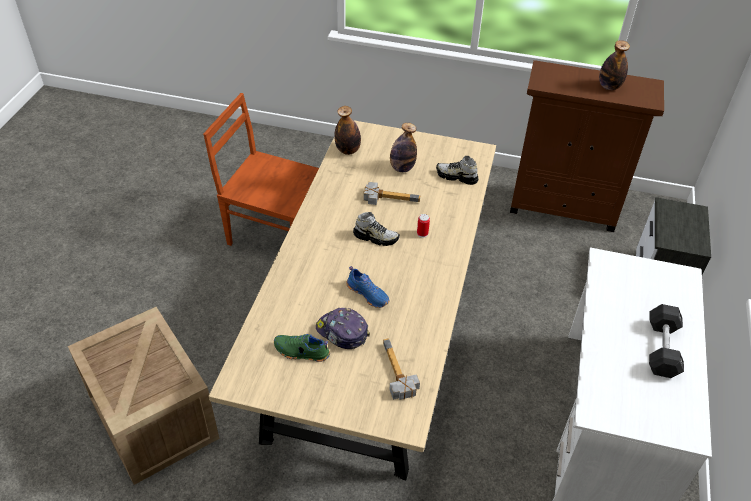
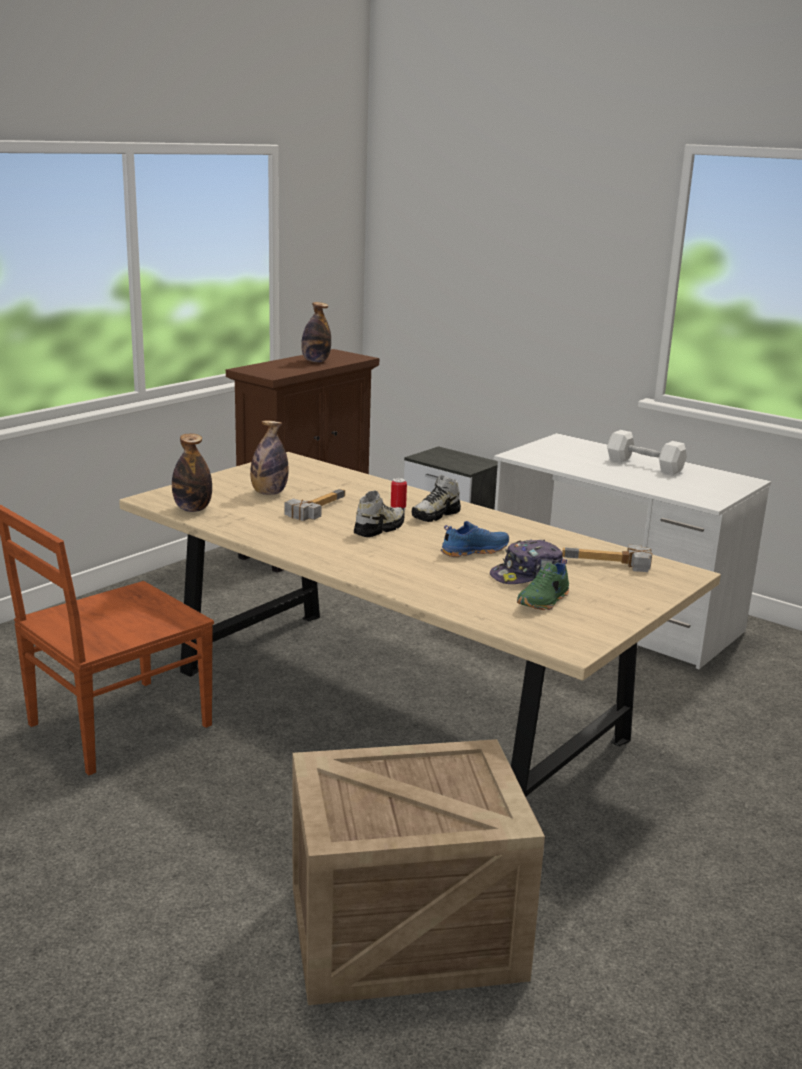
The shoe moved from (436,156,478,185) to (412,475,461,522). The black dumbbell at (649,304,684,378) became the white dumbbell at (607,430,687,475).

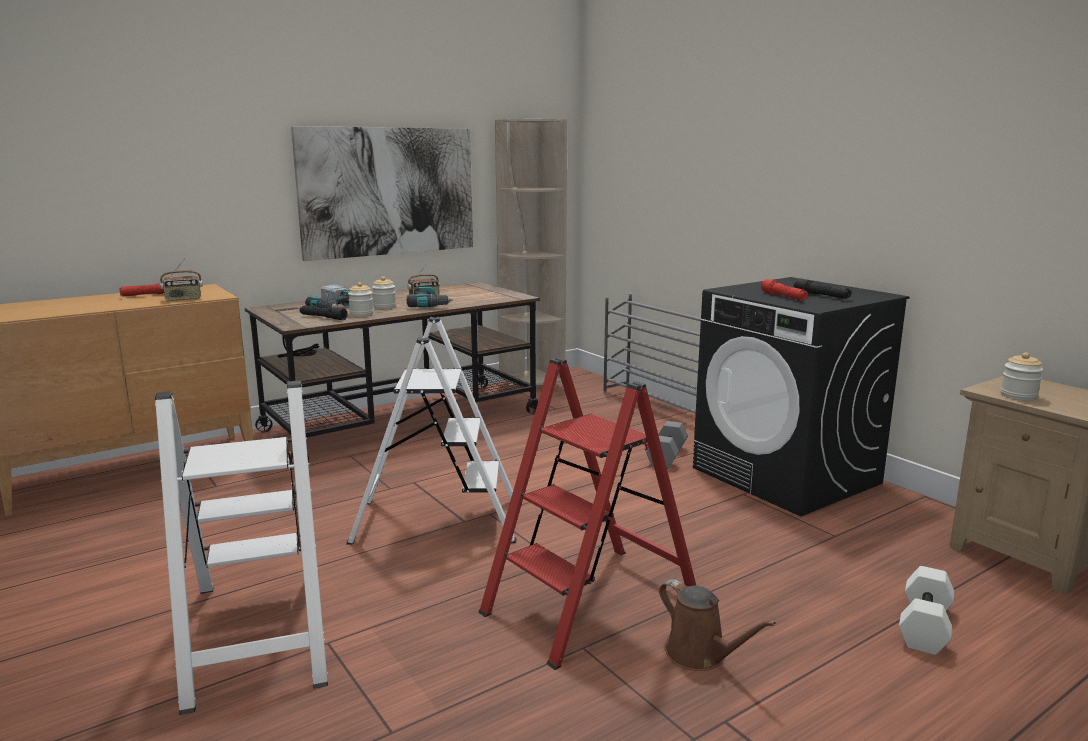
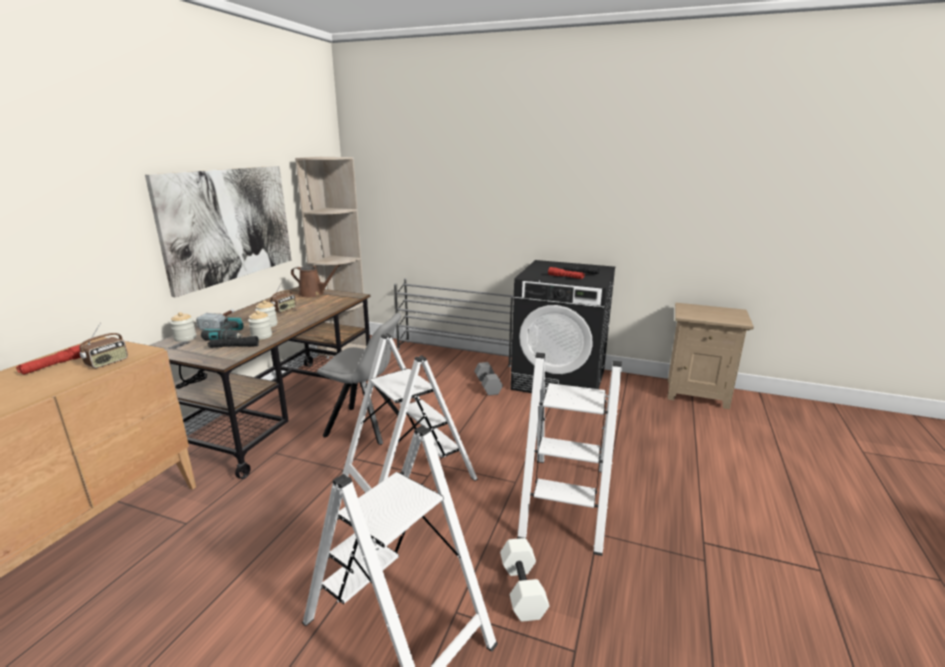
The power drill at (407,287,453,307) disappeared. The red step ladder at (478,357,696,670) became the white step ladder at (517,353,622,556). The brown watering can moved from (659,579,776,671) to (291,265,341,297). The white dumbbell moved from (899,566,954,655) to (500,538,549,622). The jar moved from (1001,352,1043,401) to (170,312,196,342). The grey chair at (317,313,401,445) appeared.

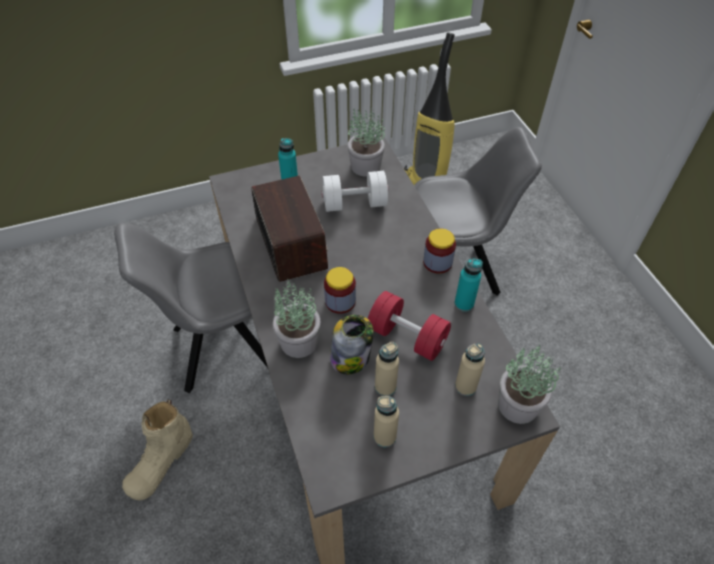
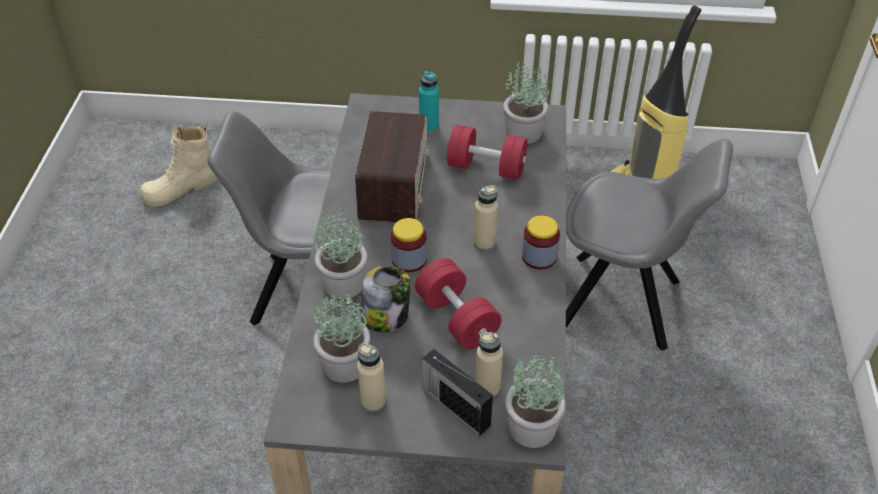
The beige boot moved from (122,399,193,501) to (140,126,218,207). The white dumbbell at (322,171,388,212) became the red dumbbell at (447,125,528,180). The beige bottle moved from (375,342,399,396) to (474,185,498,251). The turquoise bottle at (454,258,483,312) disappeared. The potted plant at (313,291,370,383) appeared. The radio at (422,349,493,436) appeared.

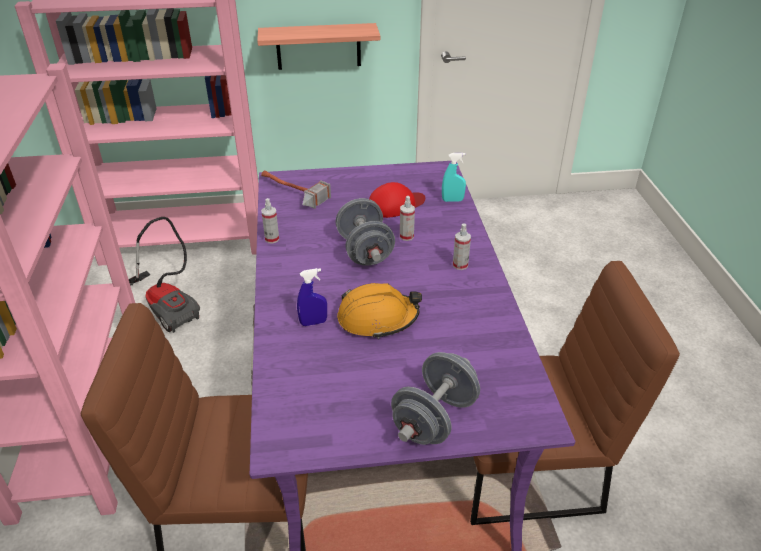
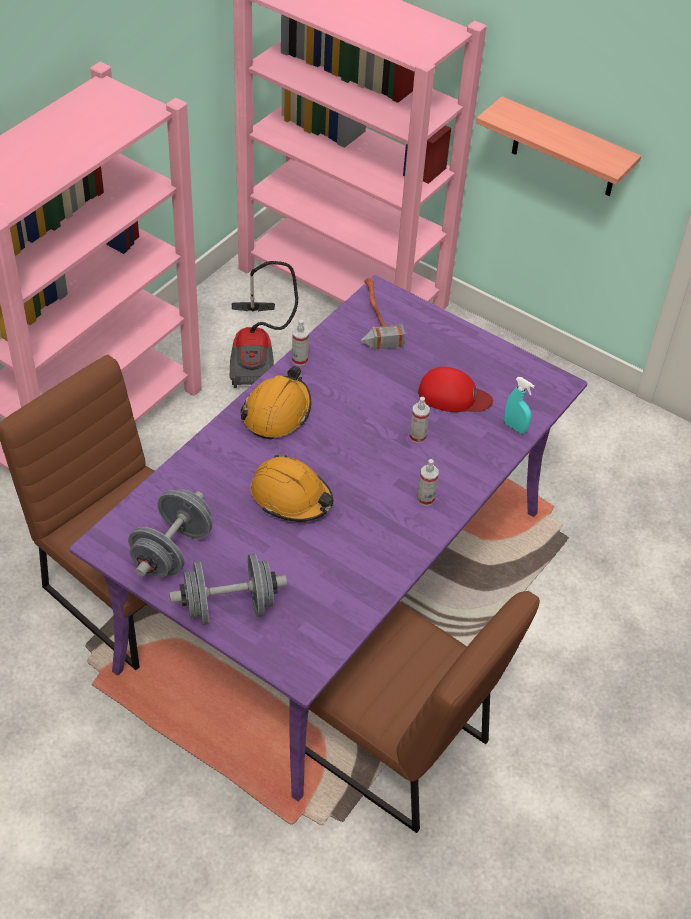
The blue spray bottle at (297,268,327,326) disappeared. The grey dumbbell moved from (335,198,395,266) to (128,489,212,577). The orange hard hat at (240,366,311,439) appeared.

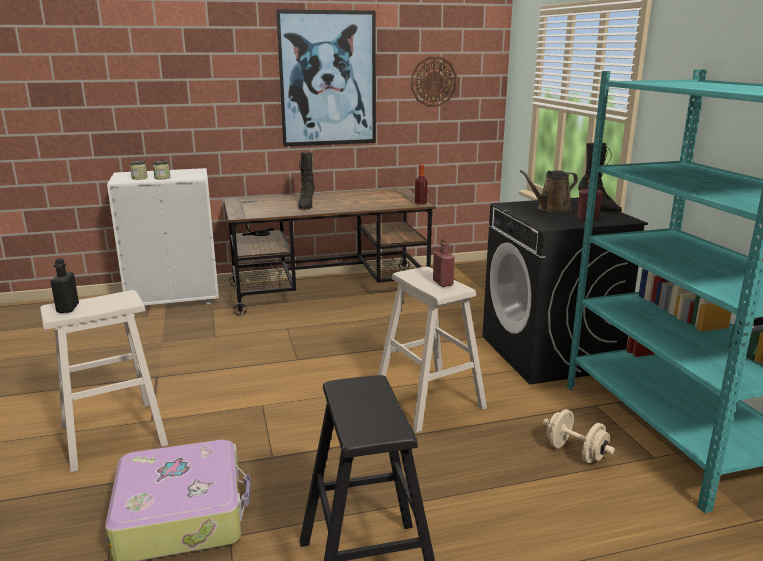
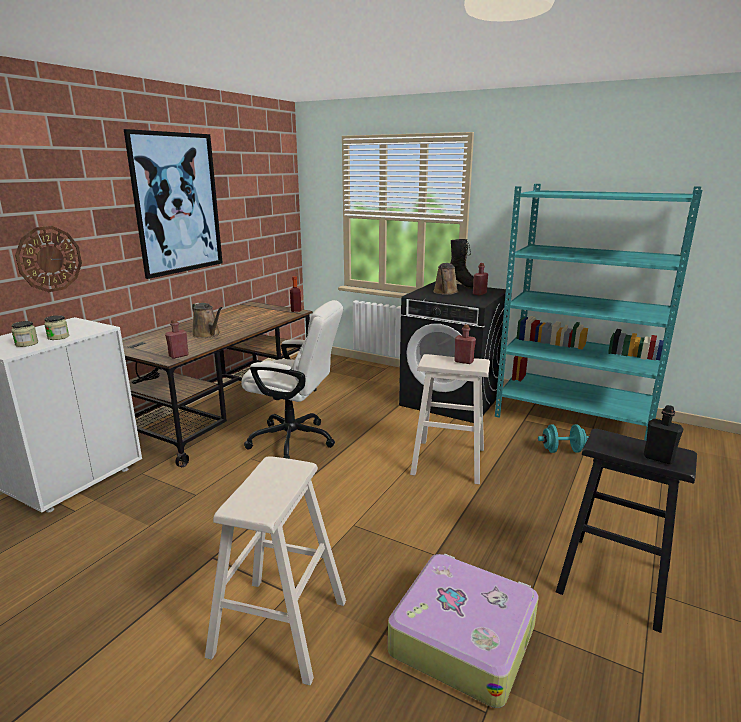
The black bottle moved from (51,258,79,313) to (644,405,684,464). The black boot at (298,152,315,210) was replaced by the brown watering can at (192,303,222,338). The wall clock moved from (411,57,457,107) to (15,226,82,292). The beige dumbbell at (543,409,615,463) became the turquoise dumbbell at (538,424,589,453). The red bottle at (165,319,189,359) appeared. The white office chair at (241,300,343,459) appeared.

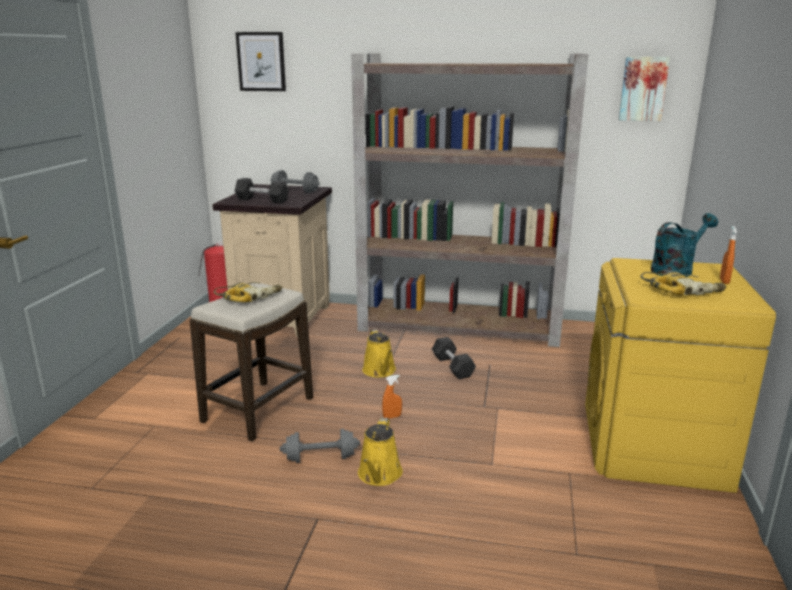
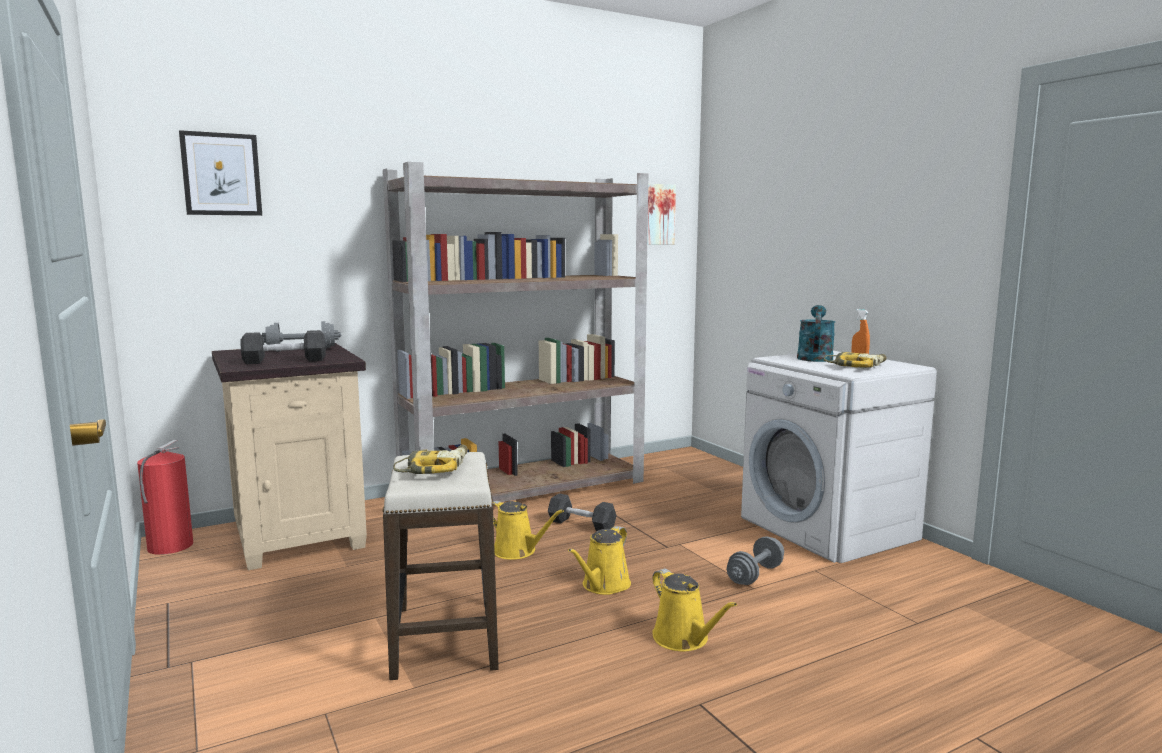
The grey dumbbell moved from (279,429,360,463) to (726,536,784,585). The orange spray bottle at (382,375,402,418) was replaced by the yellow watering can at (568,526,631,595). The yellow washing machine at (585,258,776,493) became the white washing machine at (741,351,937,563).

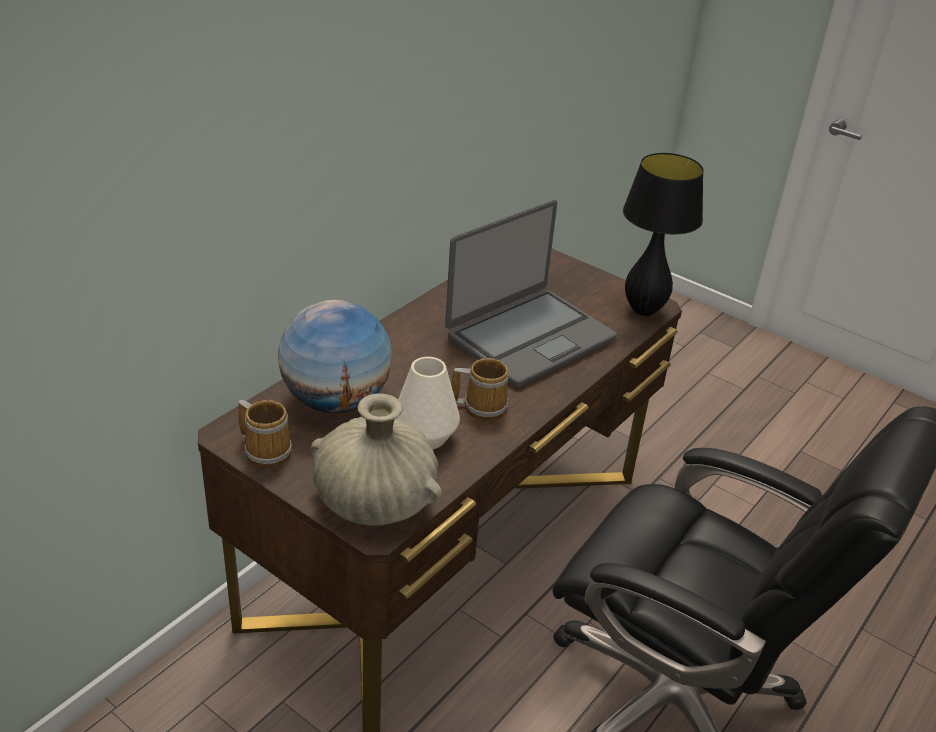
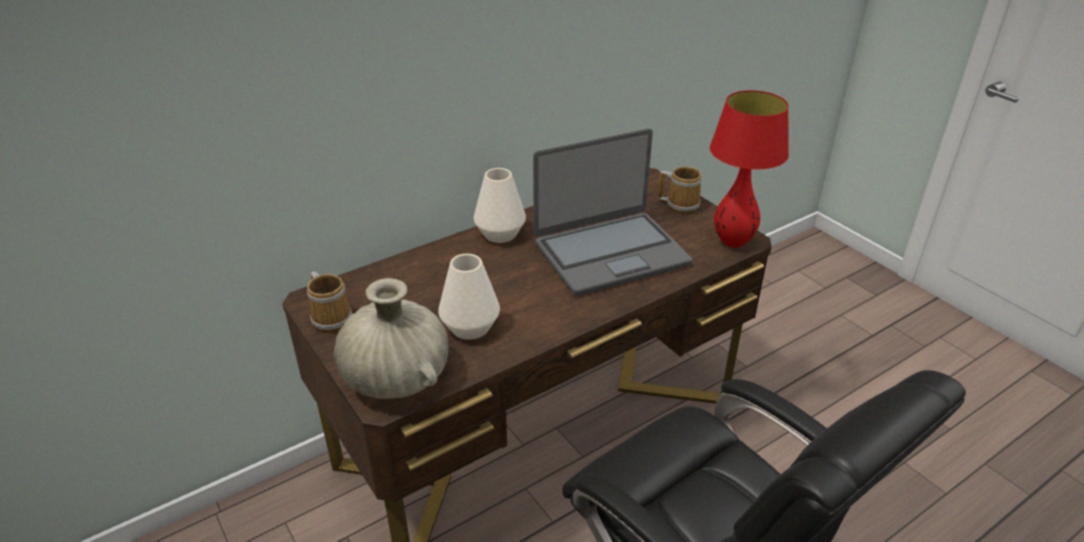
The globe at (278,300,392,413) disappeared. The mug moved from (451,358,509,421) to (657,166,702,214). The black table lamp at (623,153,704,316) became the red table lamp at (710,90,789,248). The white vase at (474,168,526,243) appeared.

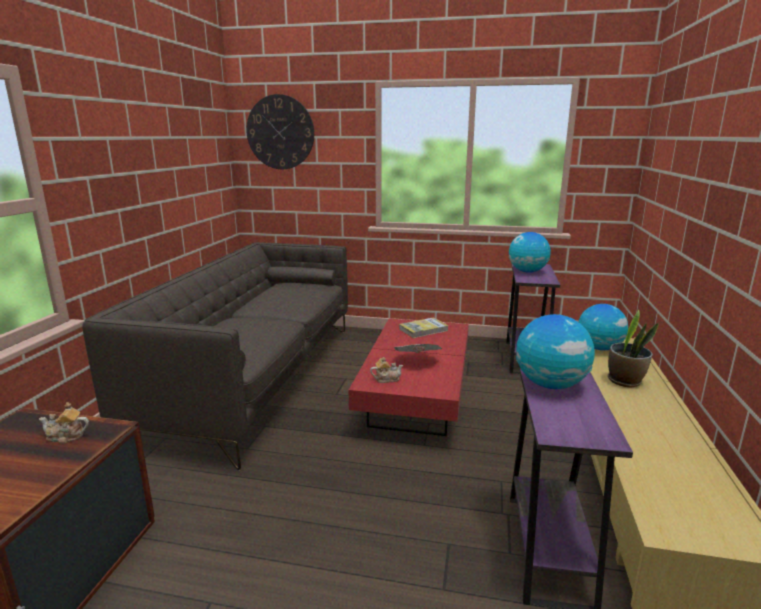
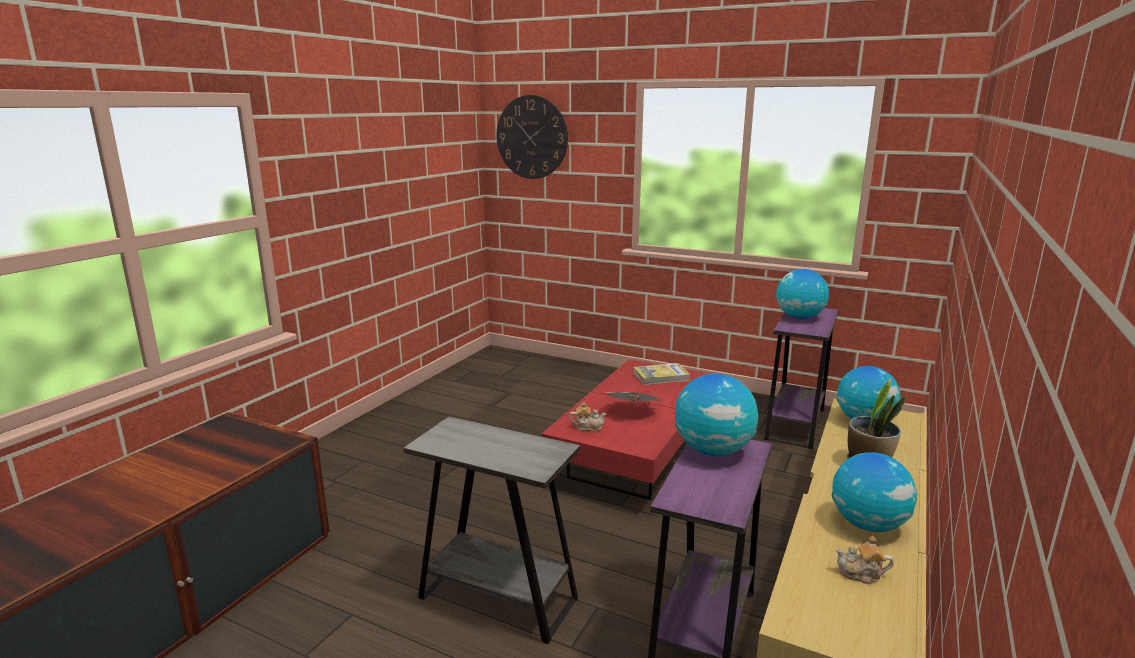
The teapot moved from (39,402,89,444) to (835,536,894,584). The grey sofa at (82,242,348,471) disappeared. The grey side table at (404,416,580,644) appeared. The globe at (832,452,917,532) appeared.

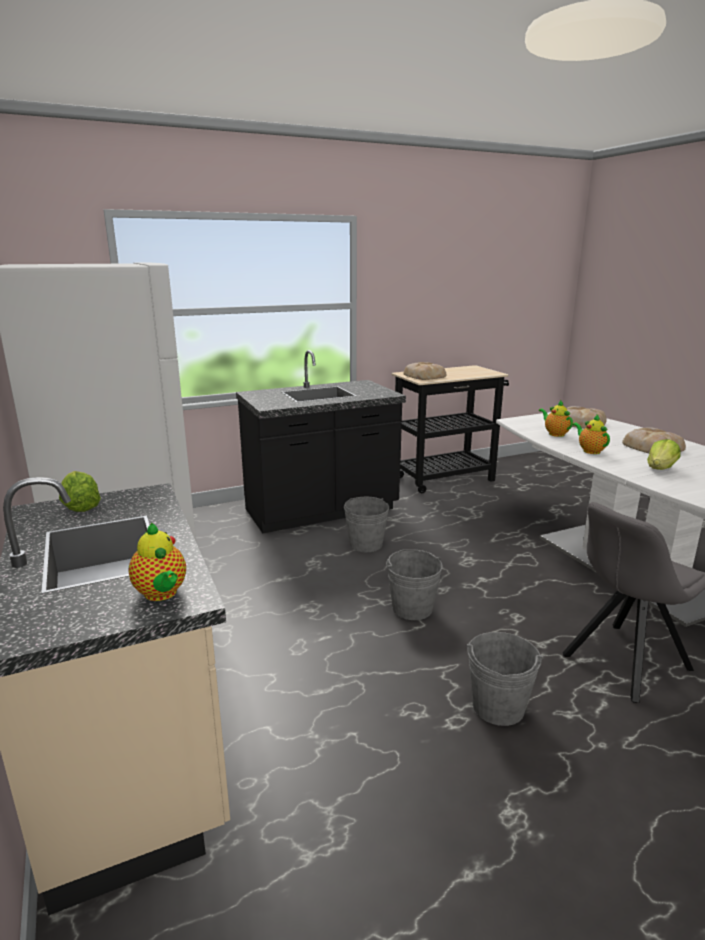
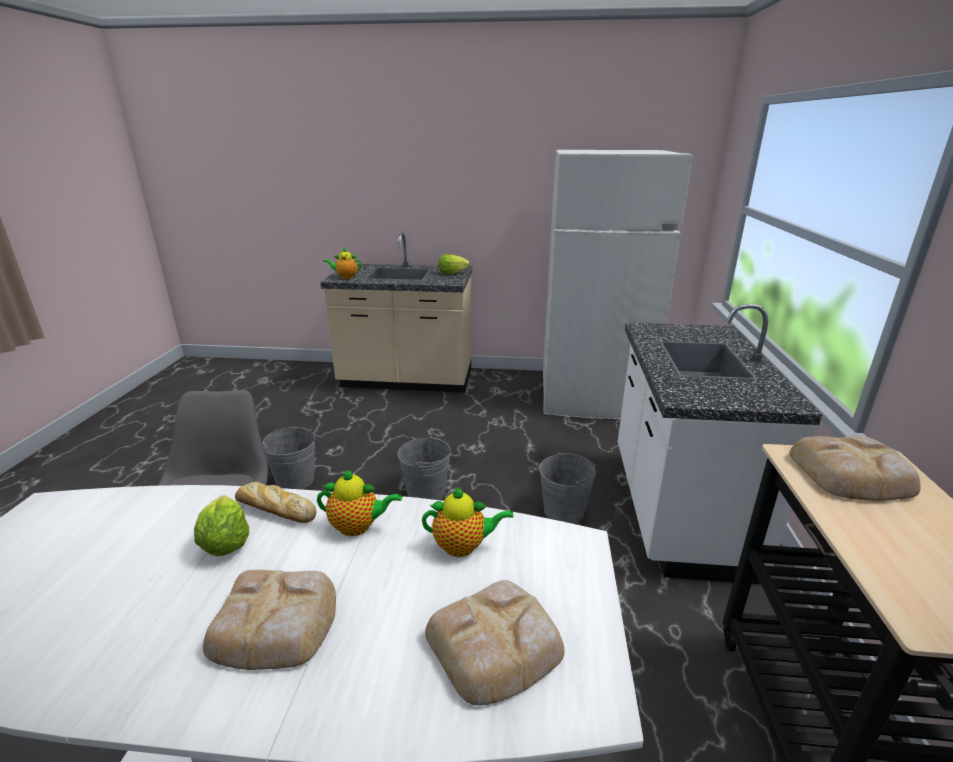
The black counter at (236,350,406,533) became the white counter at (618,304,822,584). The bread at (235,481,316,523) appeared.

